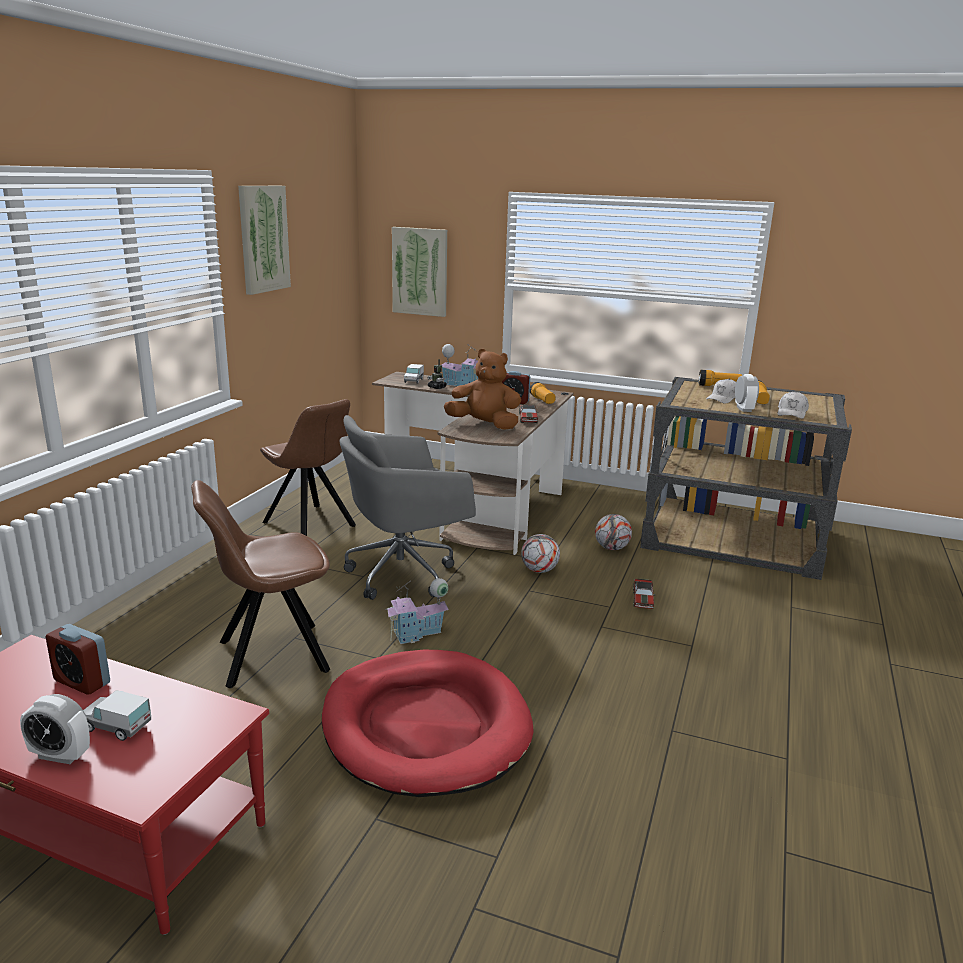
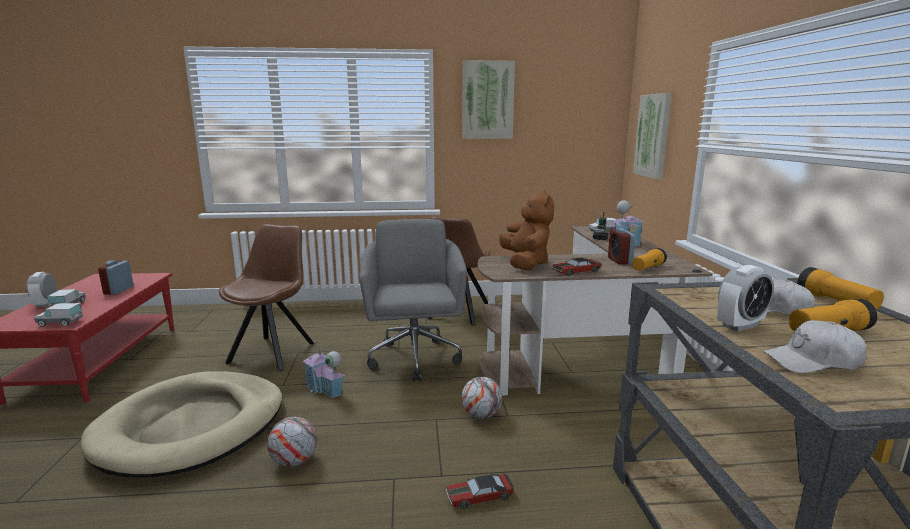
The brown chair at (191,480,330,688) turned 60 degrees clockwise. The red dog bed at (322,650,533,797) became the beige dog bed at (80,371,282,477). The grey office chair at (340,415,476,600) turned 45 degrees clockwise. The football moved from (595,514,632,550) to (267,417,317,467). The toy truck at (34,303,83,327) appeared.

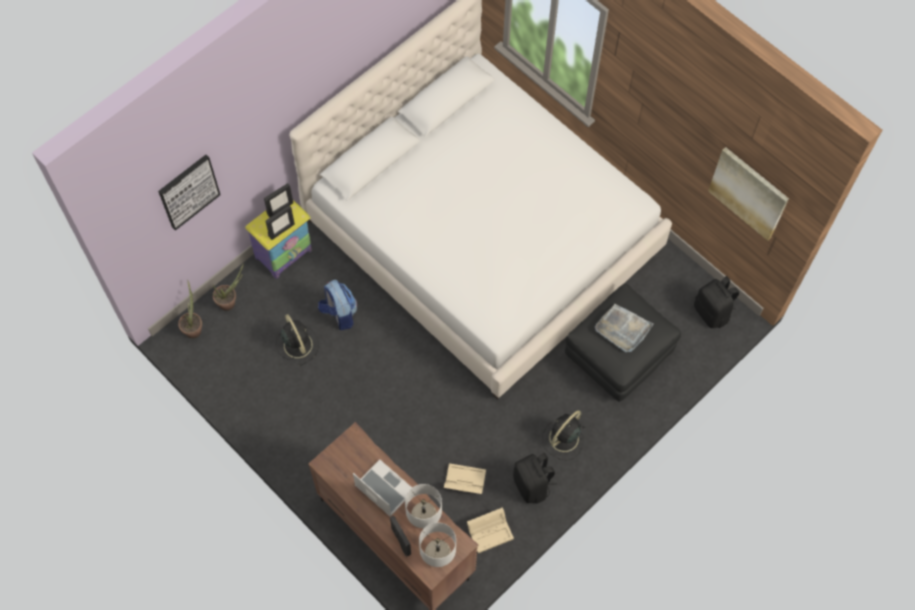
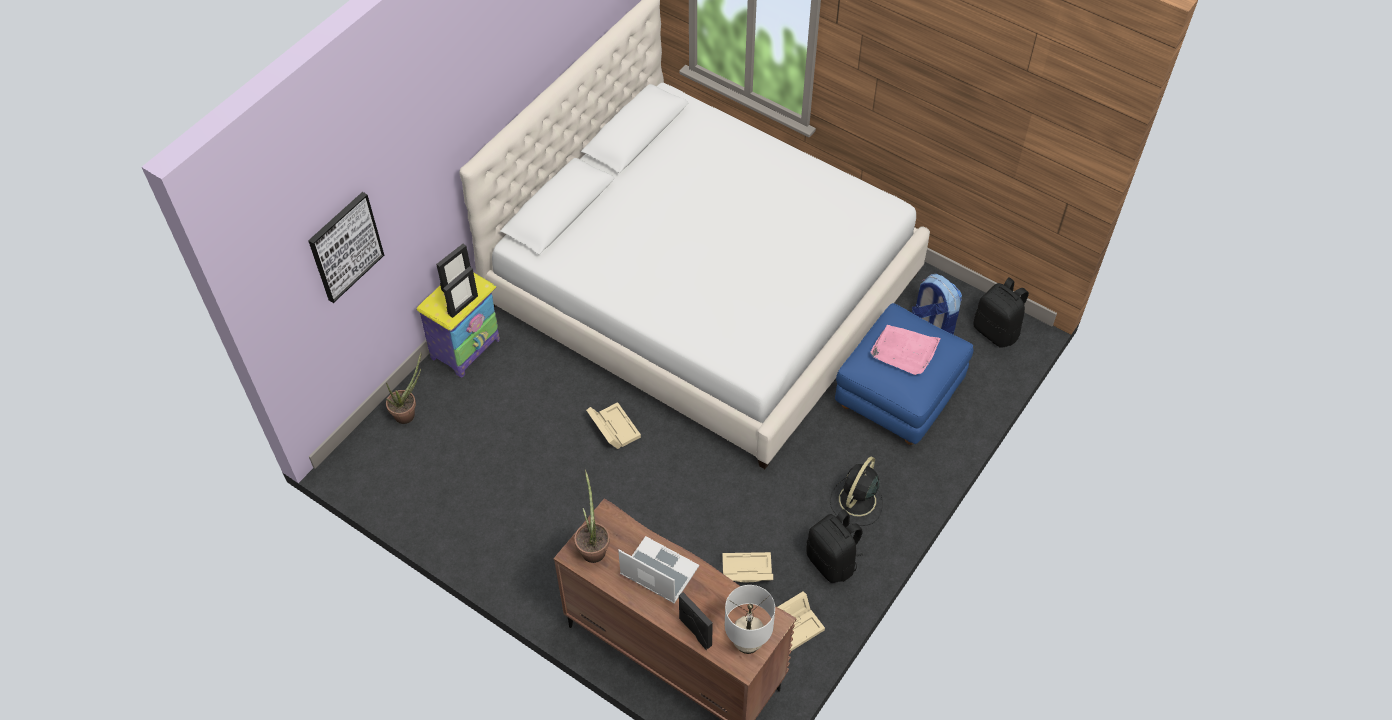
The potted plant moved from (178,281,202,339) to (574,469,610,563). The black fan at (276,314,319,366) disappeared. The backpack moved from (318,280,357,330) to (912,274,962,334). The white table lamp at (405,484,442,529) disappeared. The black ottoman at (565,283,681,402) became the blue ottoman at (835,303,974,445). The grey tray at (595,304,654,352) became the pink tray at (870,325,941,375). The picture at (708,147,789,241) disappeared. The beige storage box at (586,402,641,449) appeared.

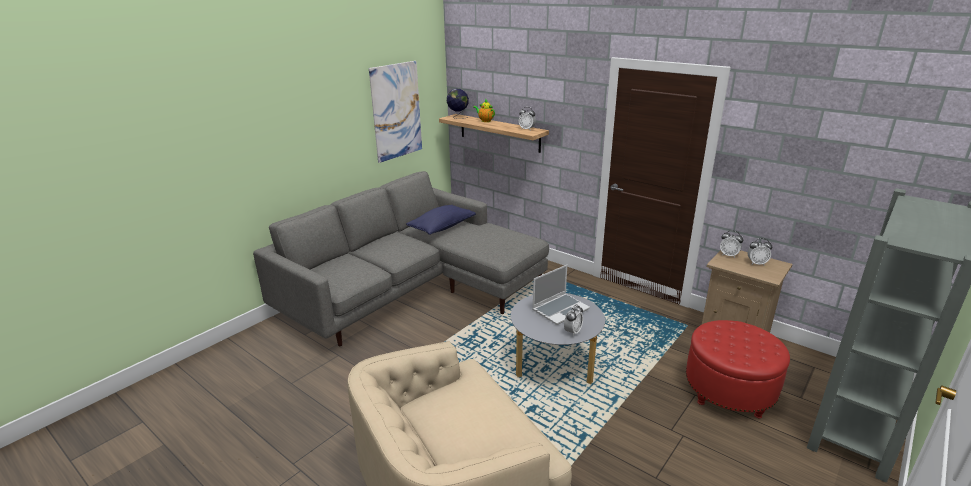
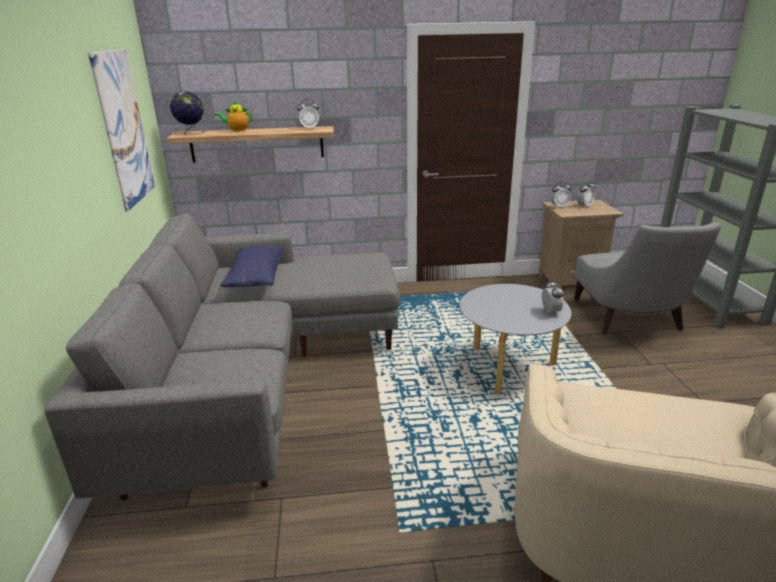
The laptop at (532,265,590,325) disappeared. The red ottoman at (686,320,790,418) was replaced by the grey armchair at (574,222,721,334).

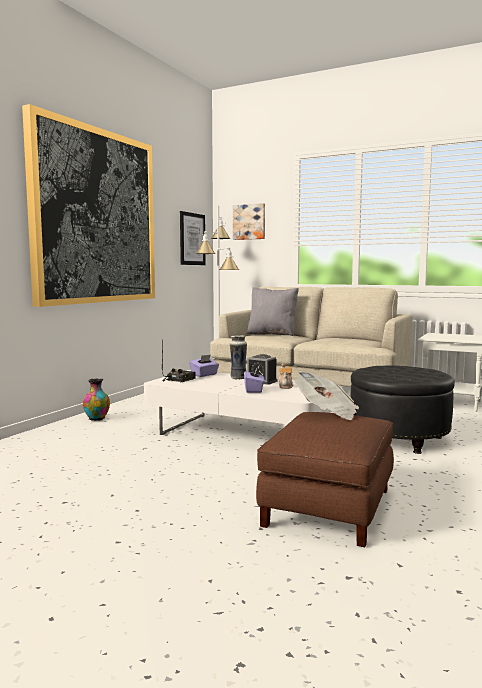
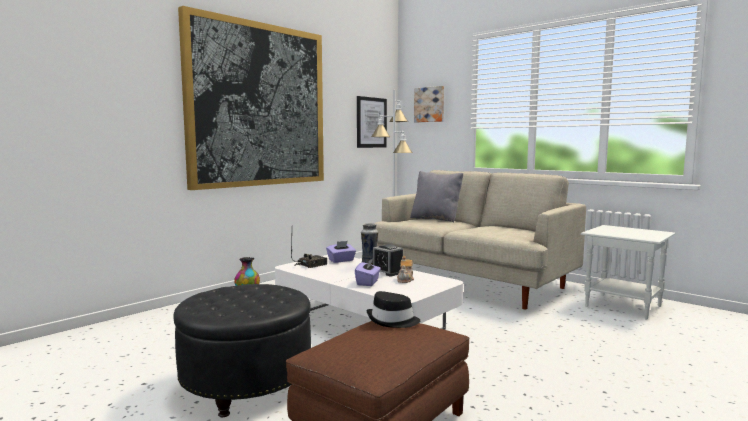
The newspaper at (294,371,359,420) was replaced by the black hat at (367,291,420,328). The black ottoman moved from (350,365,455,454) to (174,284,311,417).

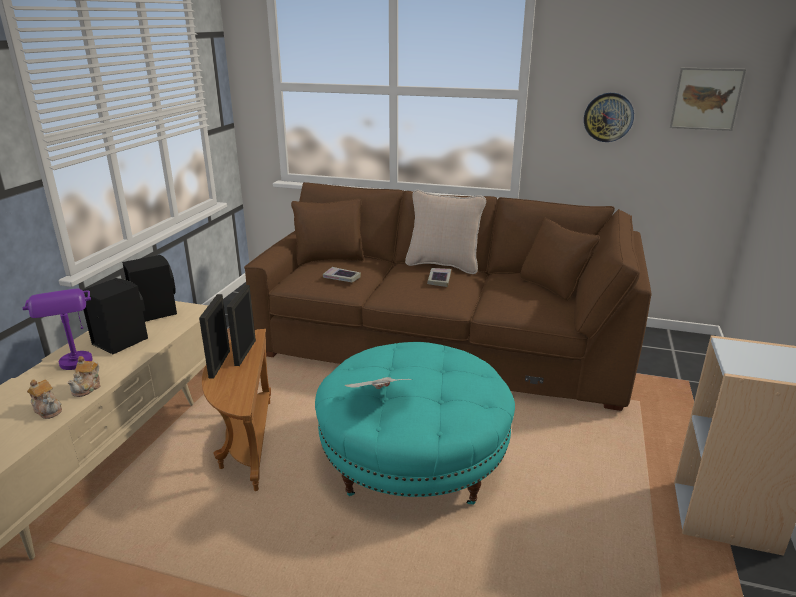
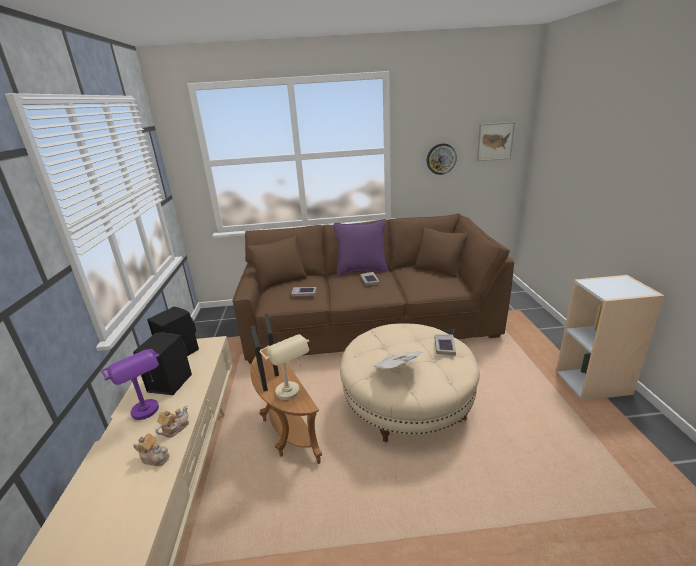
The teapot at (67,356,101,397) turned 135 degrees counterclockwise. The turquoise ottoman at (315,342,515,505) became the beige ottoman at (340,323,480,444). The beige pillow at (405,190,486,274) became the purple pillow at (333,220,388,276). The beige table lamp at (260,334,309,400) appeared. The book at (434,334,456,356) appeared.

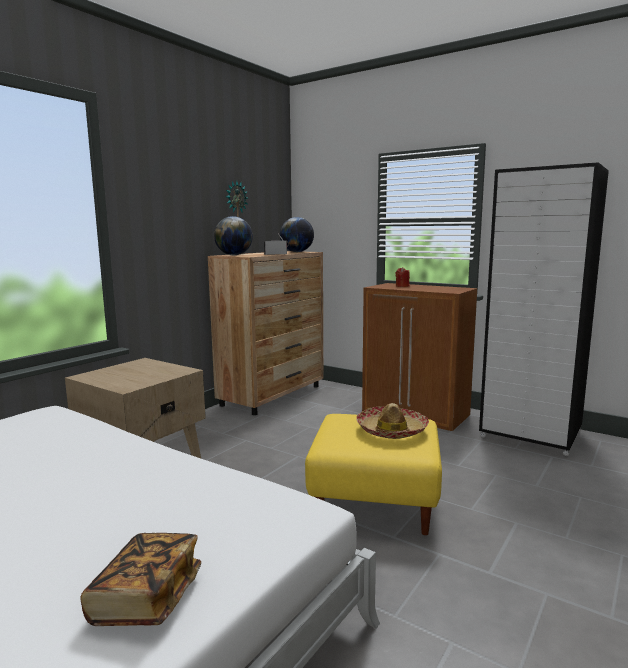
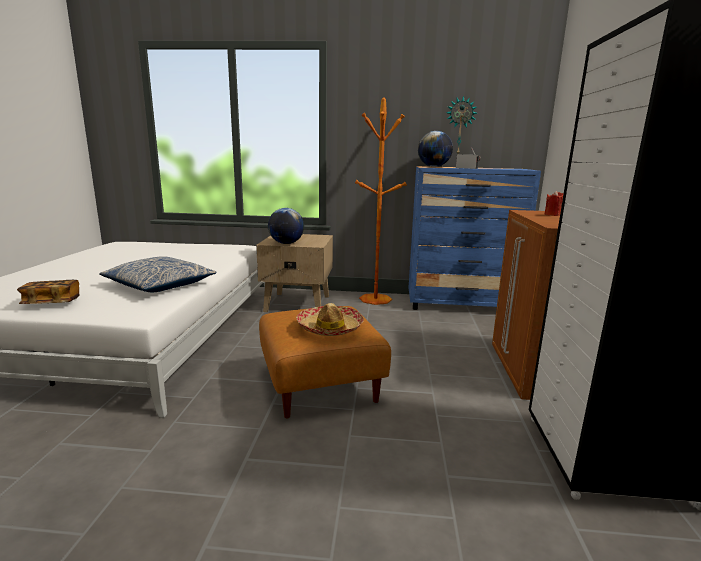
The brown dresser at (208,251,323,415) became the blue dresser at (409,166,541,310). The globe moved from (280,217,314,252) to (268,208,304,244). The yellow ottoman at (305,414,442,535) became the brown ottoman at (259,306,391,418). The pillow at (99,256,217,292) appeared. The orange clothes rack at (355,97,407,305) appeared.

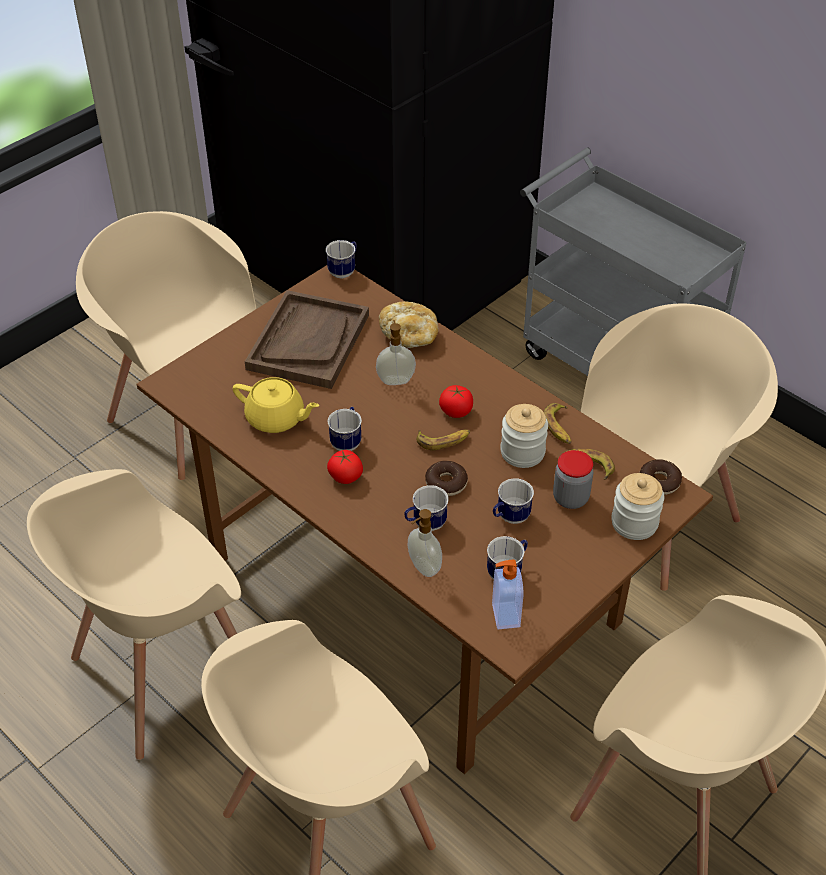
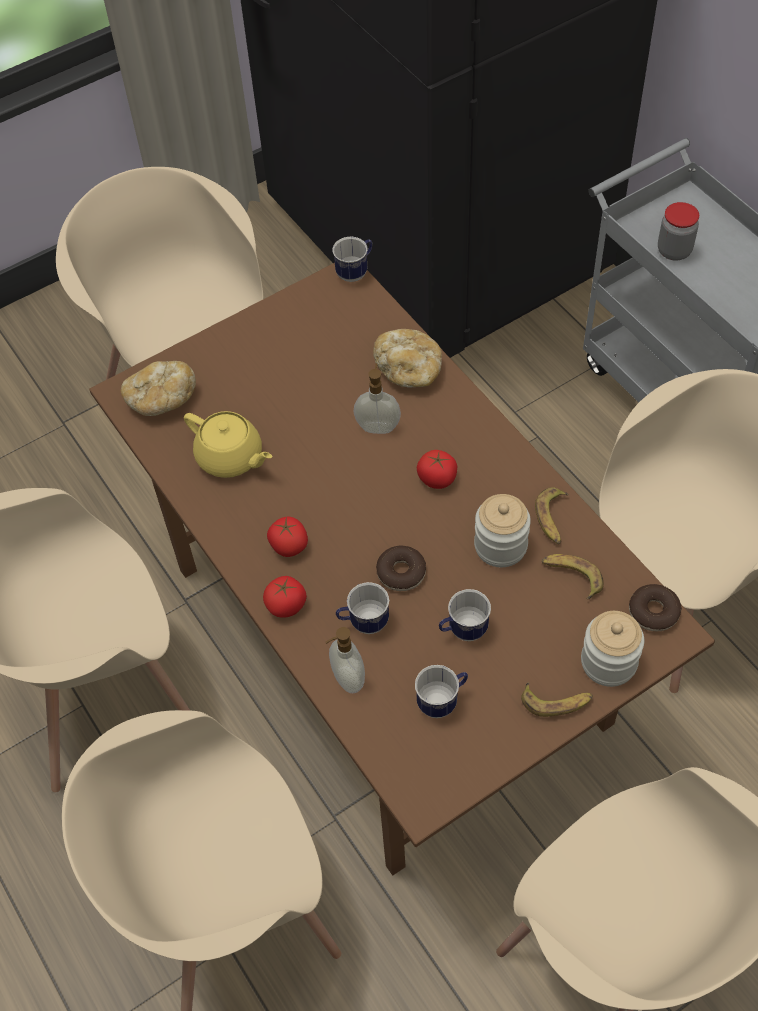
The brown tray at (245,290,369,389) disappeared. The mug at (327,407,362,451) disappeared. The banana moved from (416,430,470,450) to (521,682,593,717). The soap dispenser at (492,560,524,629) disappeared. The jar moved from (553,450,593,509) to (658,202,699,261). The bread at (121,361,196,416) appeared. The tomato at (263,576,307,618) appeared.

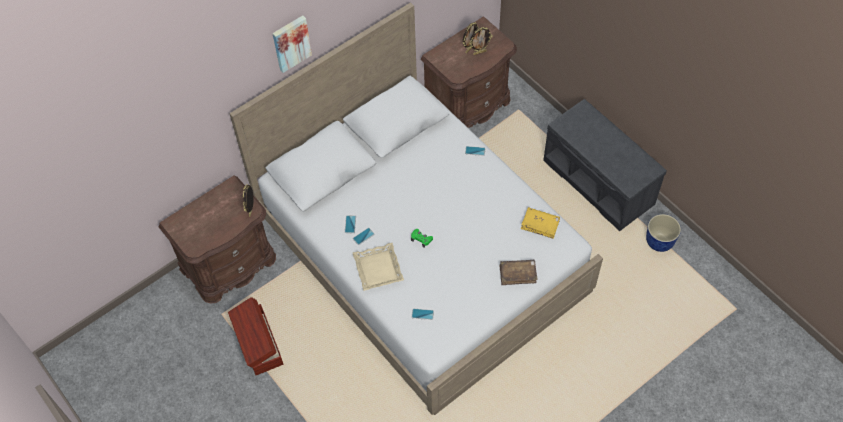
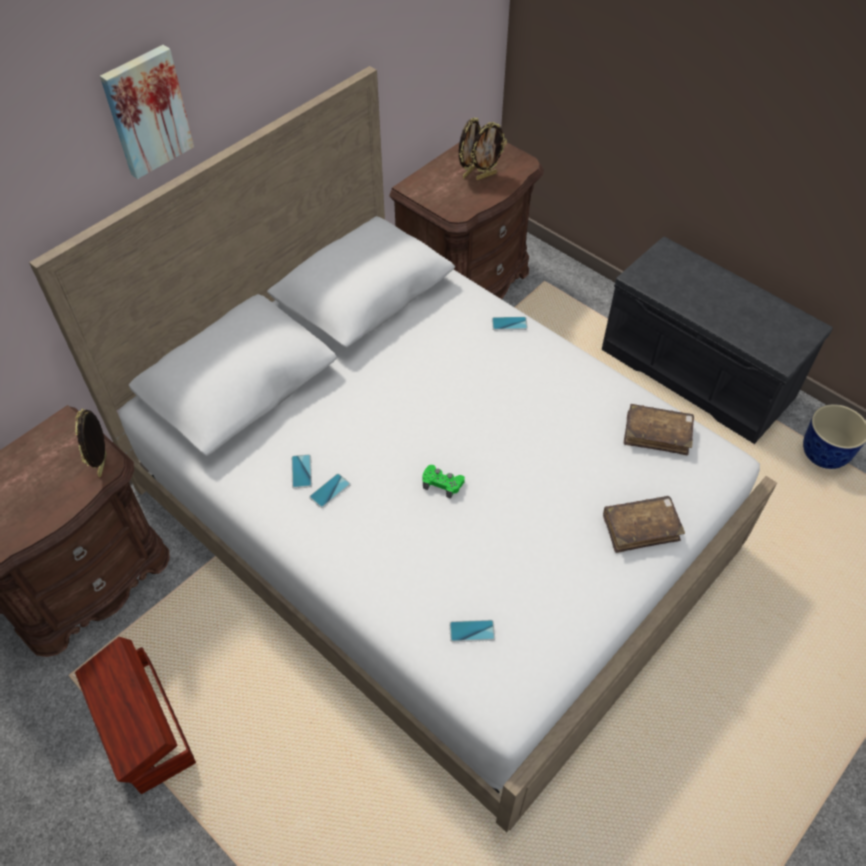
The beige tray at (353,243,404,291) disappeared. The yellow book at (521,207,560,239) became the brown book at (624,404,694,455).

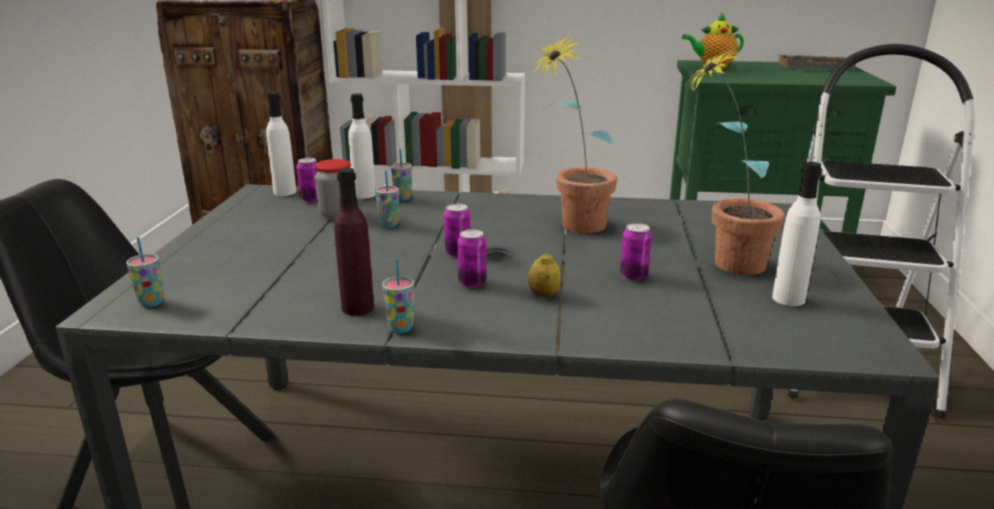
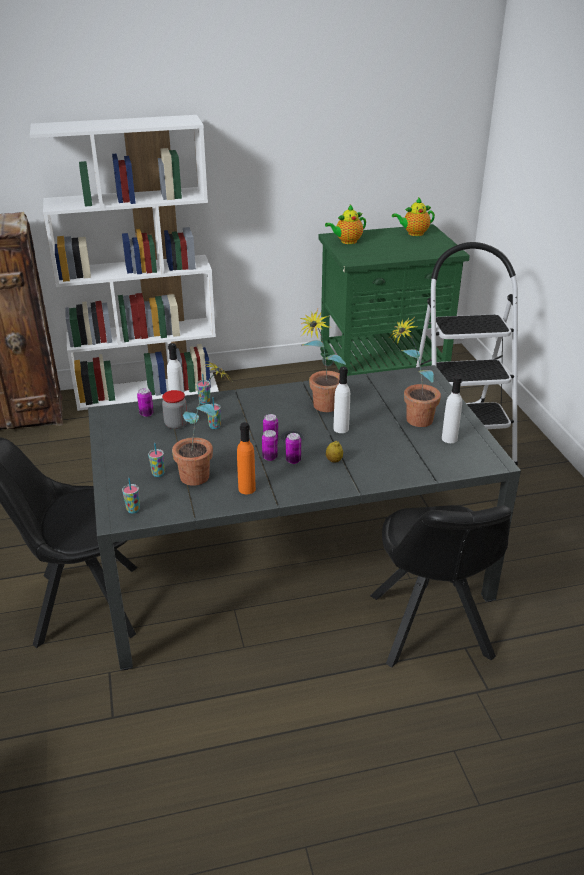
The white bottle moved from (266,92,296,196) to (333,367,350,433). The purple bottle at (334,168,374,316) became the orange bottle at (237,422,256,494). The cup moved from (382,259,414,333) to (148,443,165,477). The can moved from (620,223,652,280) to (262,430,278,461). The grey tray at (776,54,856,70) was replaced by the teapot at (392,197,435,236). The potted plant at (172,360,230,486) appeared.

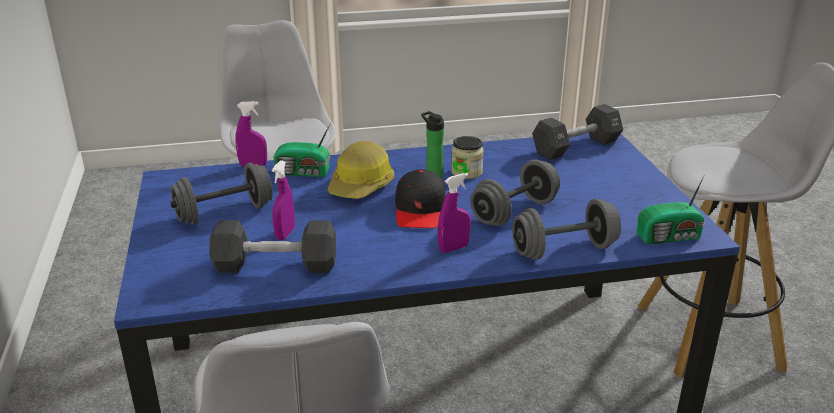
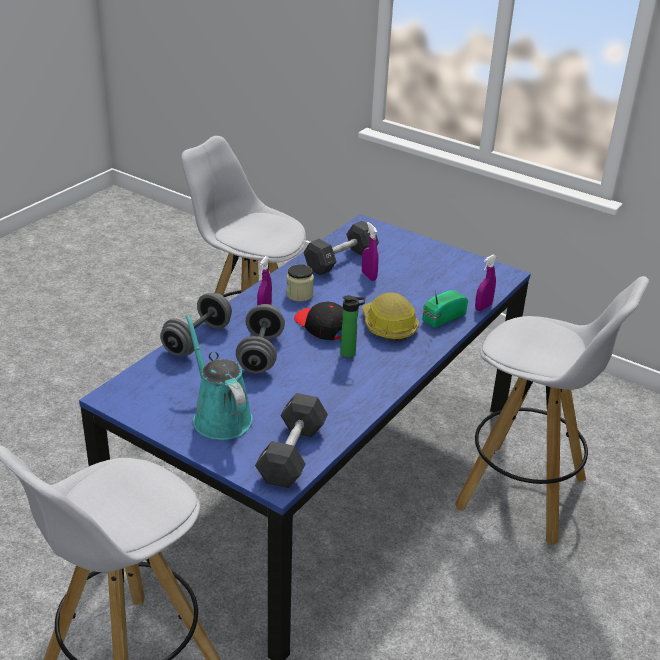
The grey dumbbell at (170,163,273,225) disappeared. The jar moved from (451,136,484,179) to (286,264,314,302). The radio at (637,176,705,244) disappeared. The turquoise watering can at (185,314,253,440) appeared.

